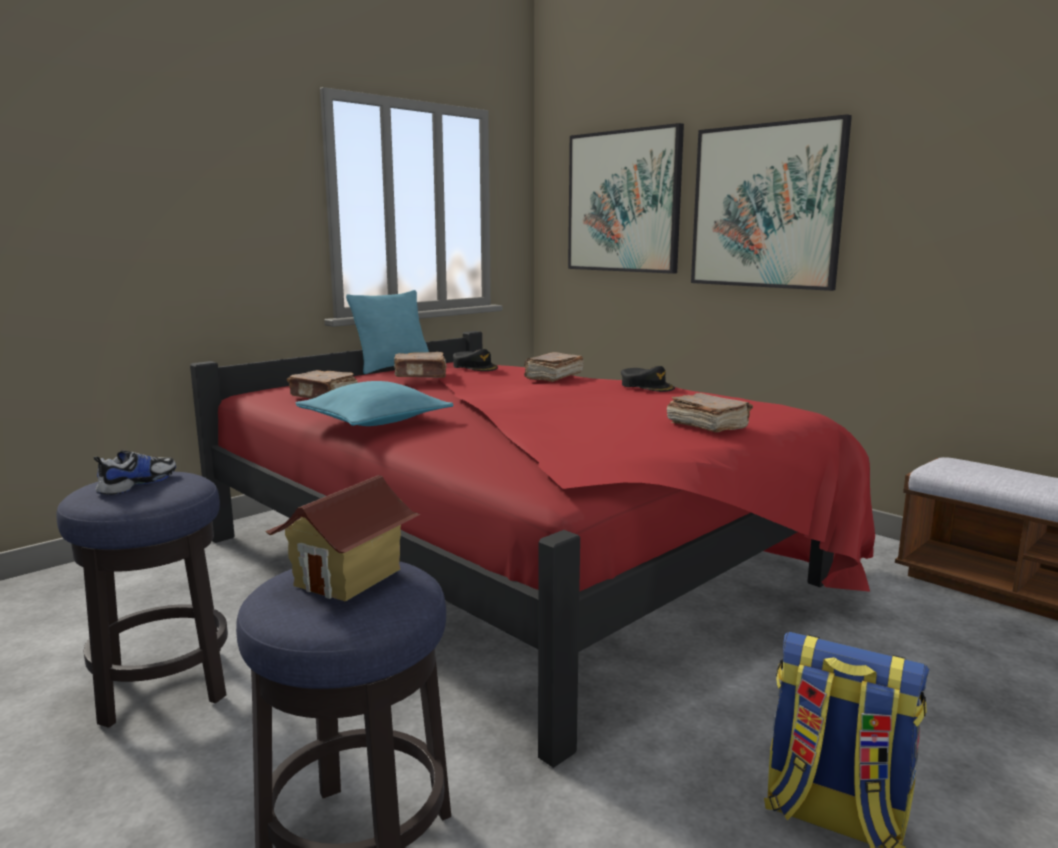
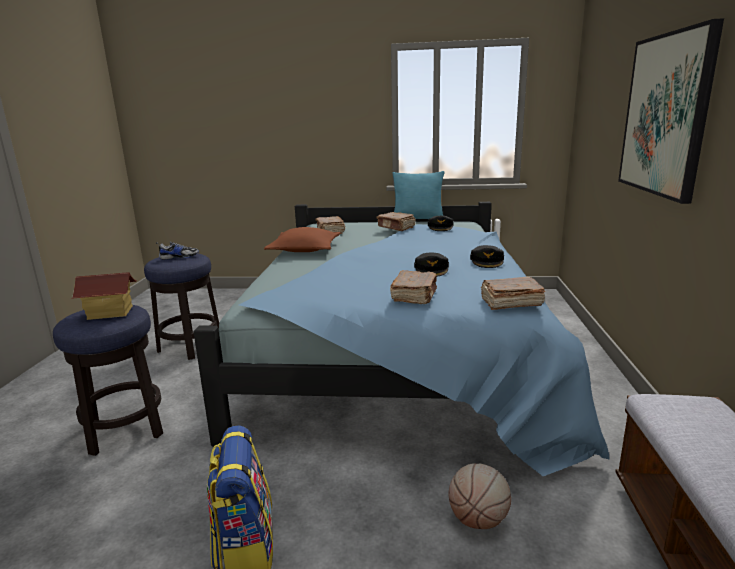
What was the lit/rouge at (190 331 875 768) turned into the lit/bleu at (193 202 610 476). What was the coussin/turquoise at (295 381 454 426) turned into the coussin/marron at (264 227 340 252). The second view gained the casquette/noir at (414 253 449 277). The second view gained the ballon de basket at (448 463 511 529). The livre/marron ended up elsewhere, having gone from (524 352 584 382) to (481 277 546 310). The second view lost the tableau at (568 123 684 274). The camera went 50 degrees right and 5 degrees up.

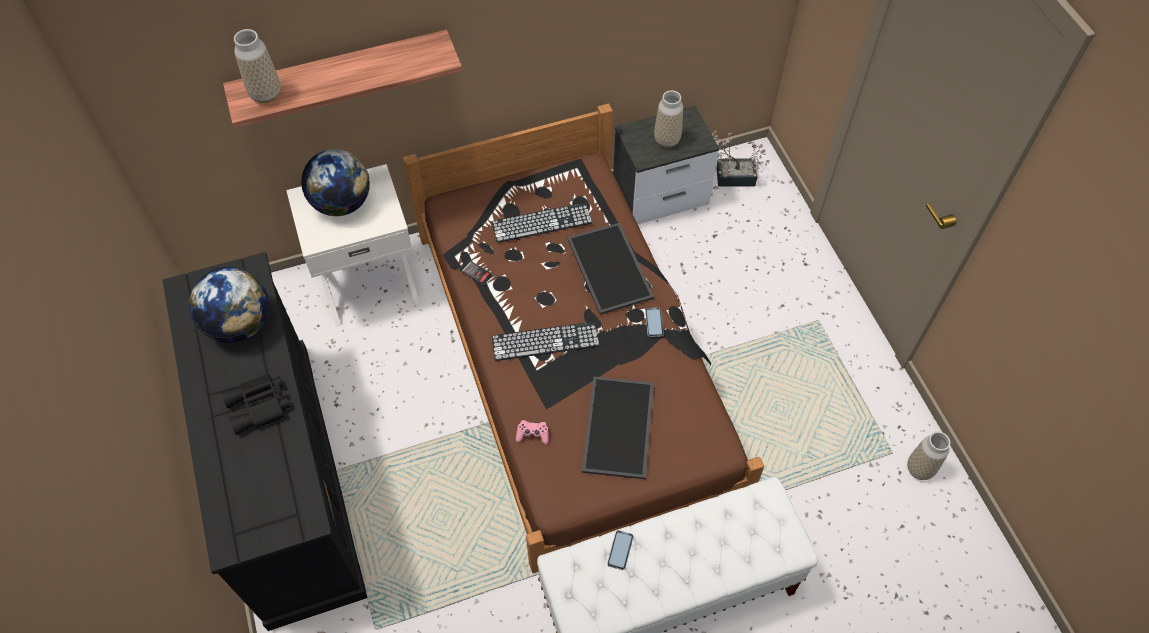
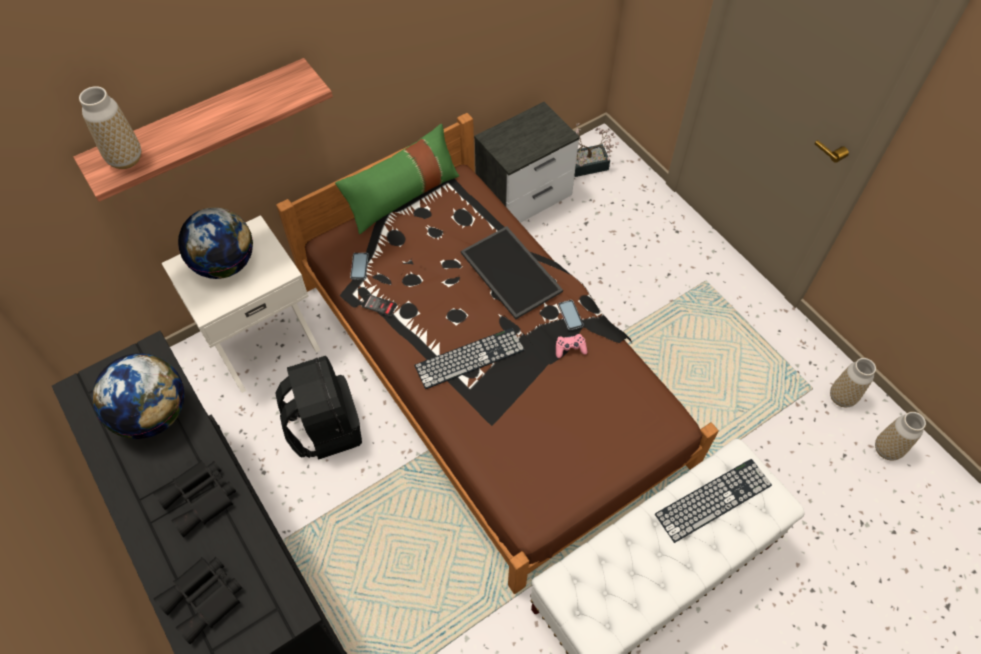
The second view gained the jumelles/noir at (154 557 242 644). The second view gained the sac à dos/noir at (275 356 362 460). The second view gained the coussin/vert at (335 124 460 234). The téléphone ended up elsewhere, having gone from (607 530 634 570) to (350 253 369 280). The manette/rose ended up elsewhere, having gone from (516 420 549 445) to (556 334 587 358). The clavier ended up elsewhere, having gone from (492 202 593 243) to (655 459 772 543). The vase ended up elsewhere, having gone from (654 90 683 148) to (875 412 926 461). The second view lost the plateau at (582 377 654 479). The camera went 15 degrees left and 0 degrees up.

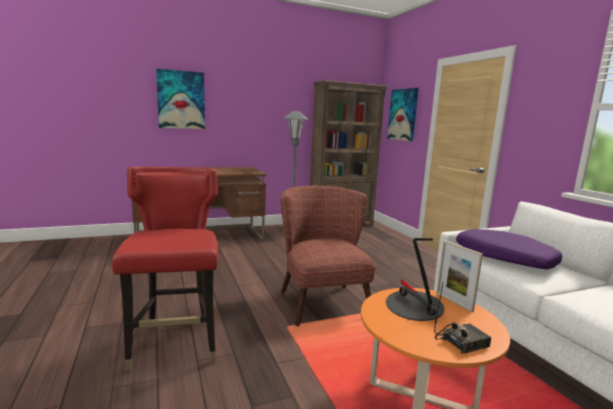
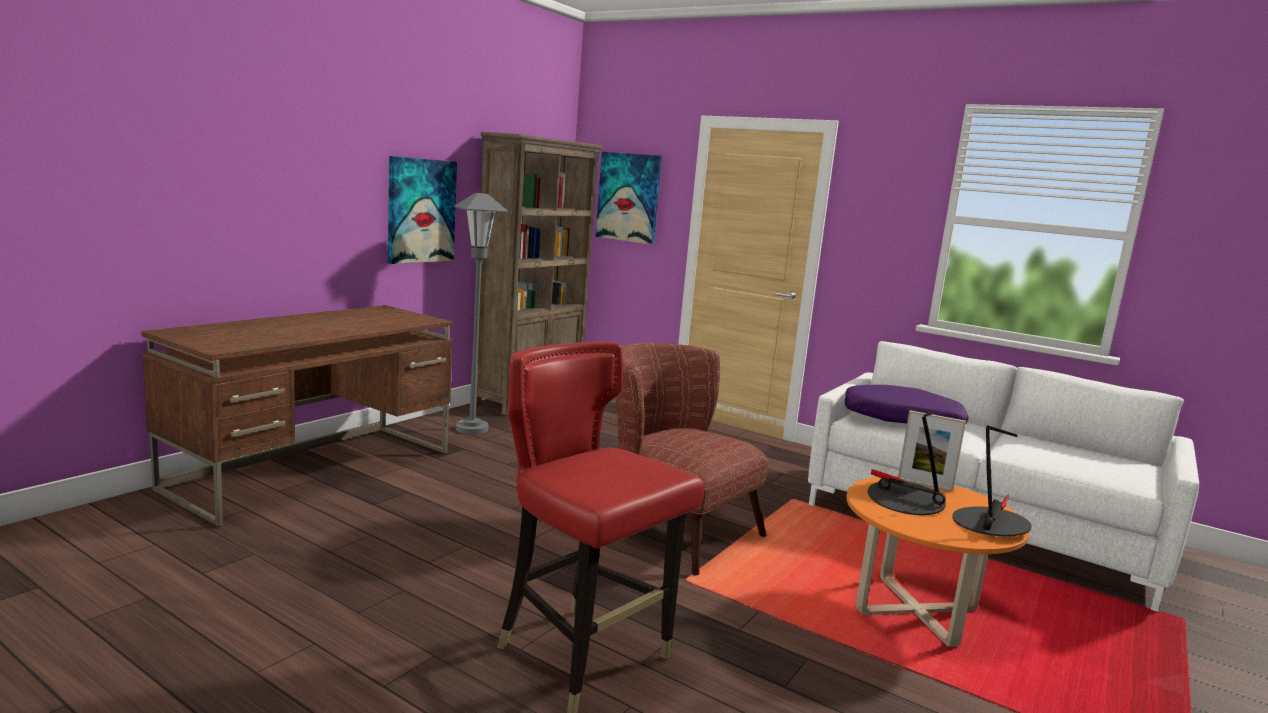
The tableau ended up elsewhere, having gone from (156 68 205 129) to (388 156 457 264). Where the radio stood at (434 283 491 354), the lampe de table came to stand at (952 425 1031 537). The camera went 35 degrees left and 0 degrees up.

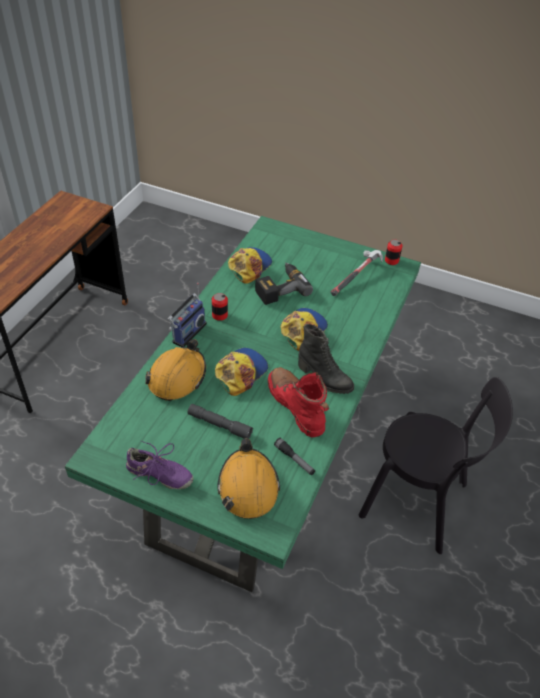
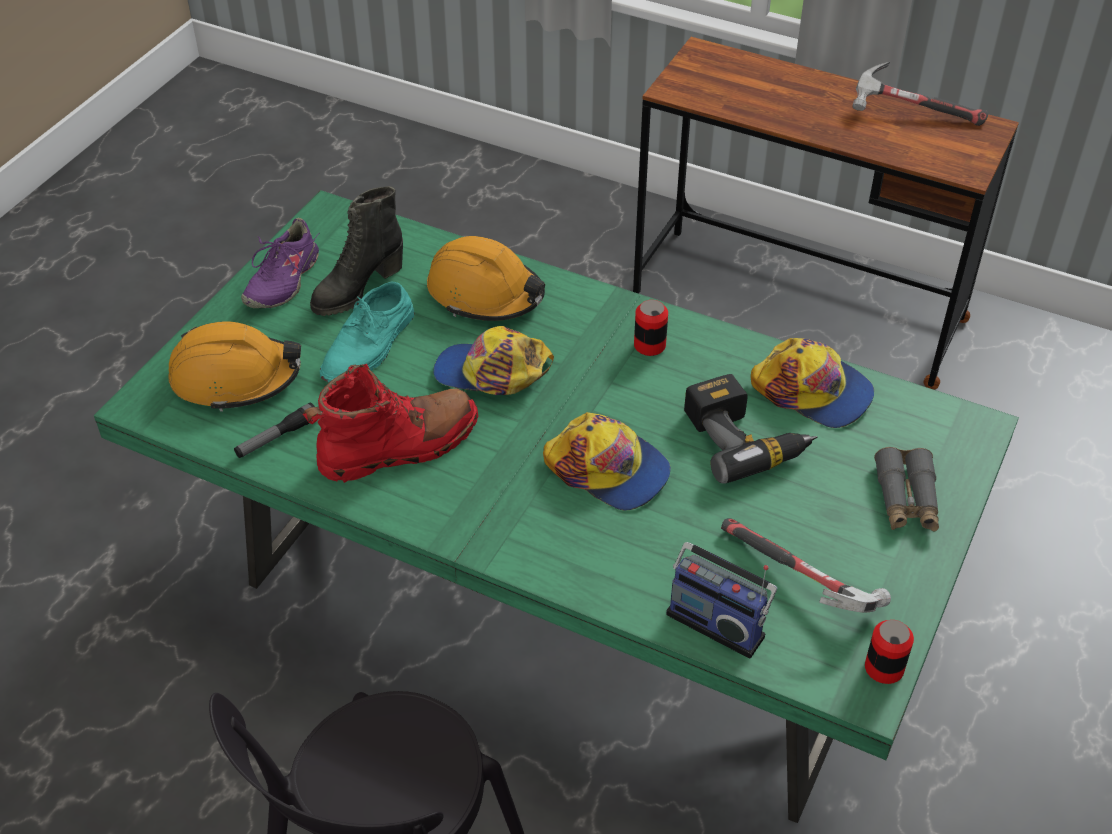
The botte/noir ended up elsewhere, having gone from (298 324 354 394) to (310 186 403 316). Where the lampe de poche/gris stood at (187 404 253 439), the chaussure/turquoise came to stand at (320 281 414 382). The casquette at (215 348 268 396) ended up facing another way, 150 degrees clockwise from before. The radio ended up elsewhere, having gone from (168 283 207 348) to (666 542 778 659). The second view gained the marteau at (852 62 988 126). The second view gained the jumelles/gris at (874 447 939 531). The camera went 95 degrees right and 0 degrees up.

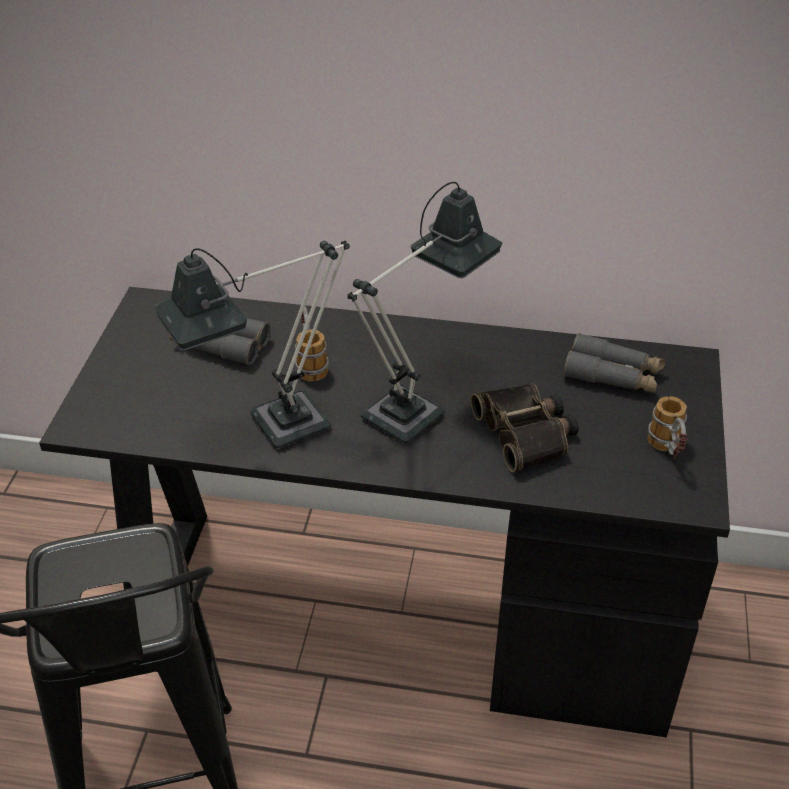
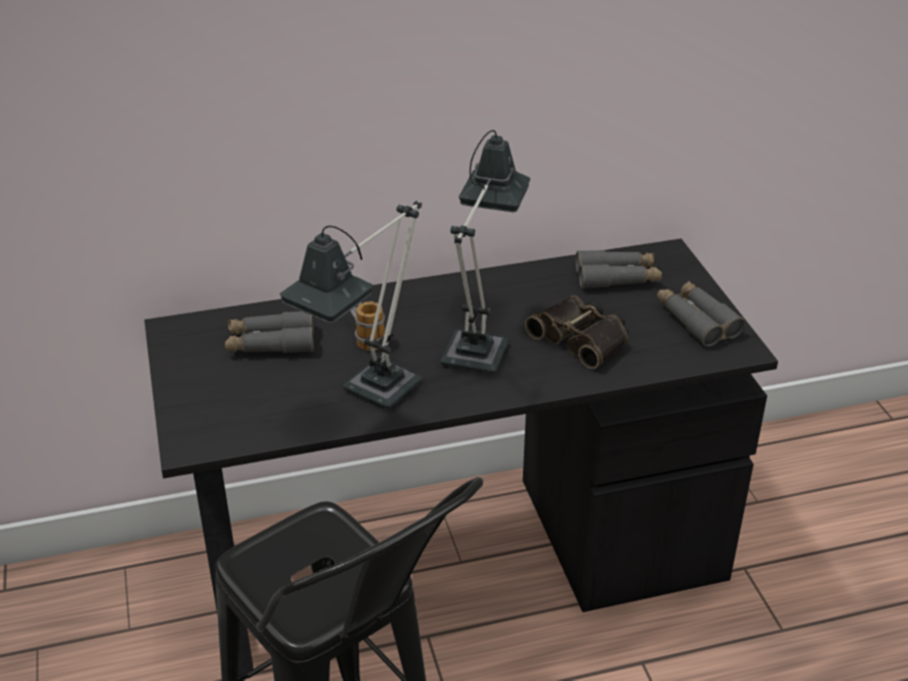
Where the mug stood at (647 396 687 459), the jumelles/gris came to stand at (657 281 745 347). The camera went 25 degrees left and 5 degrees down.

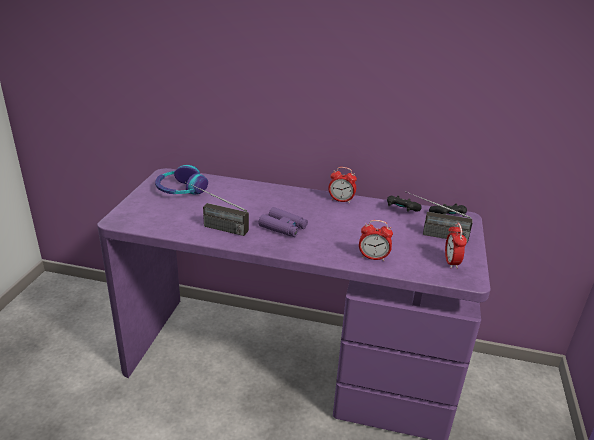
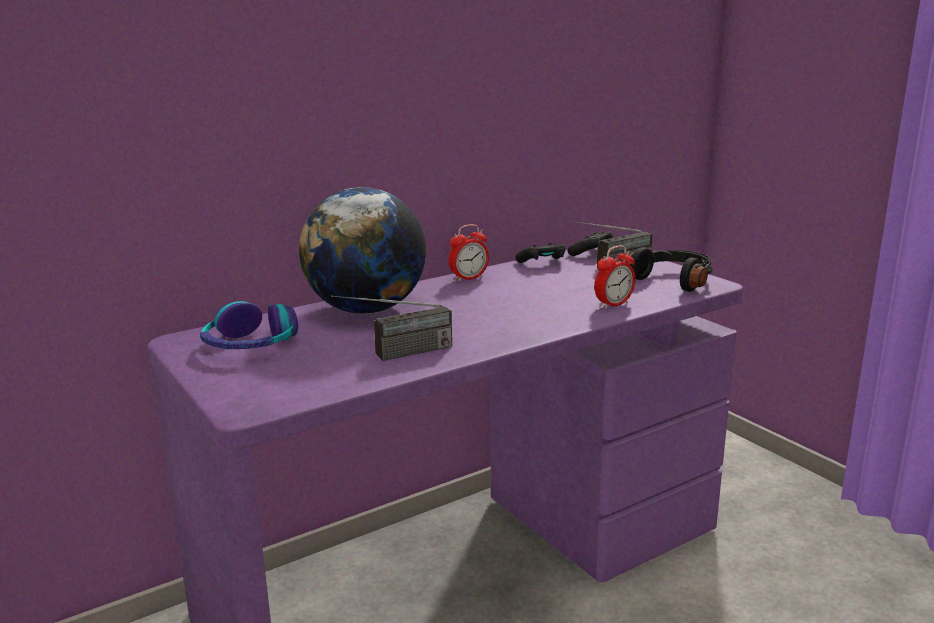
The second view gained the globe at (299 187 426 314). Where the réveil stood at (445 223 467 268), the casque audio/noir came to stand at (626 247 713 292). The second view lost the jumelles/violet at (258 207 308 237). The camera went 45 degrees left and 10 degrees down.

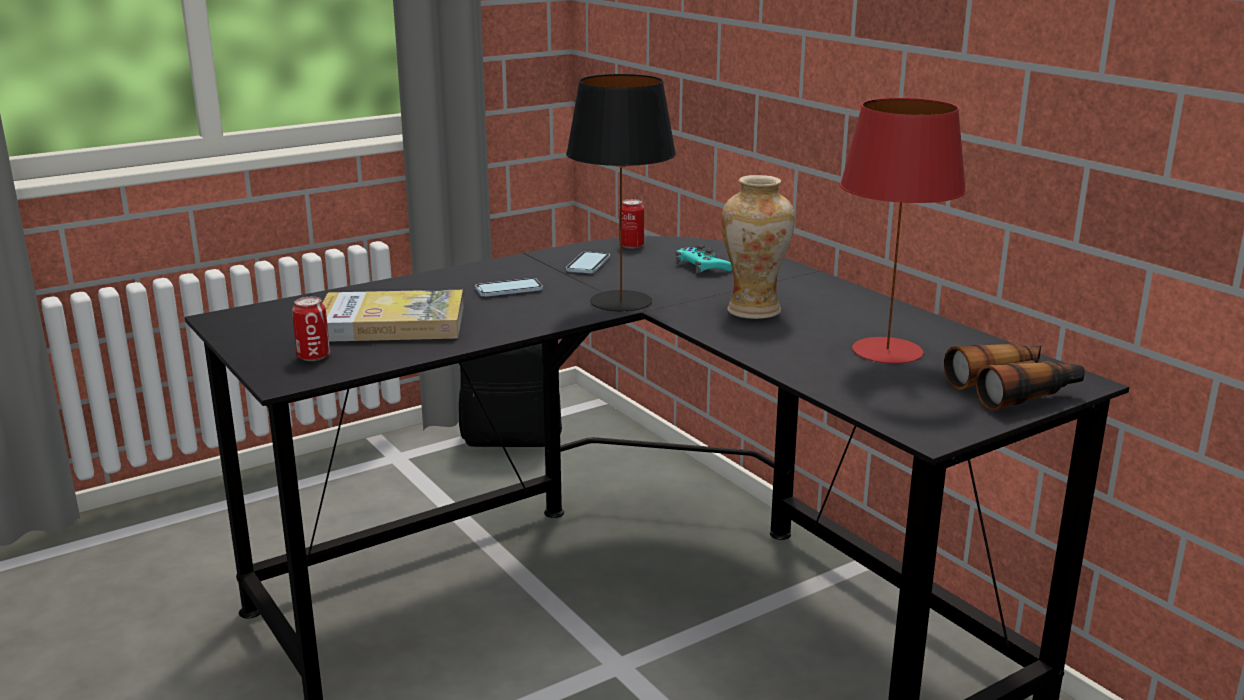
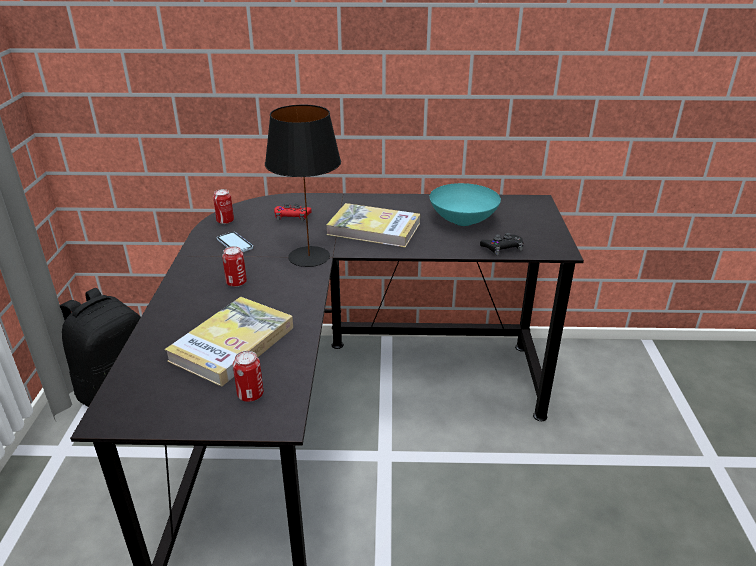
Where the téléphone stood at (475 278 543 297), the boîte métallique came to stand at (222 246 247 287). What was the manette/turquoise at (675 244 732 274) turned into the manette/rouge at (274 203 311 222). Where the vase stood at (721 175 795 319), the livre came to stand at (327 203 420 247). Where the lampe de table/rouge stood at (840 98 966 364), the bol/turquoise came to stand at (430 183 501 226). The second view gained the manette/noir at (480 233 524 255). The second view lost the jumelles at (944 343 1085 410). The camera went 55 degrees left and 10 degrees up.

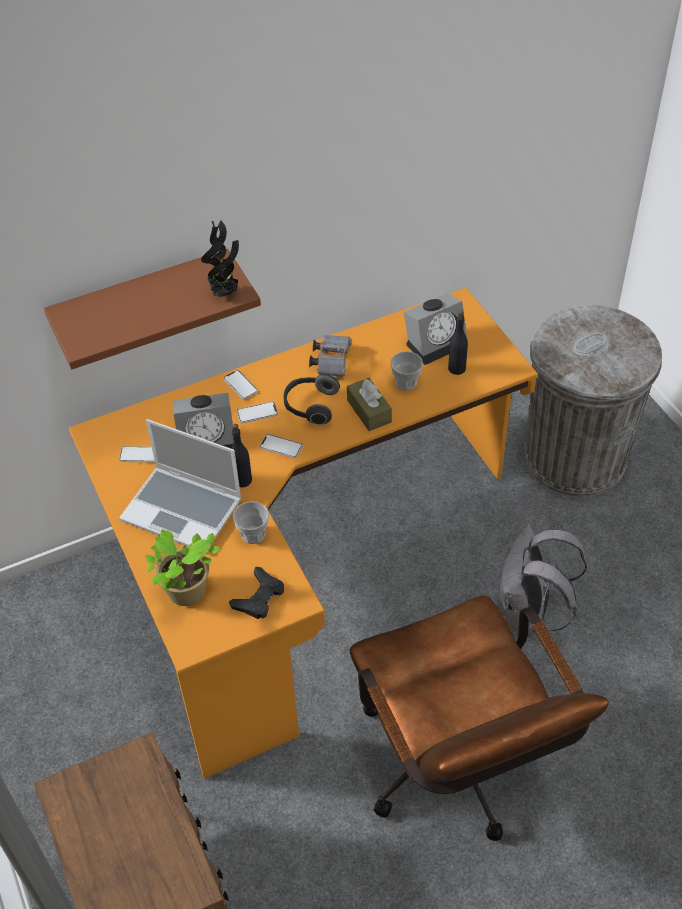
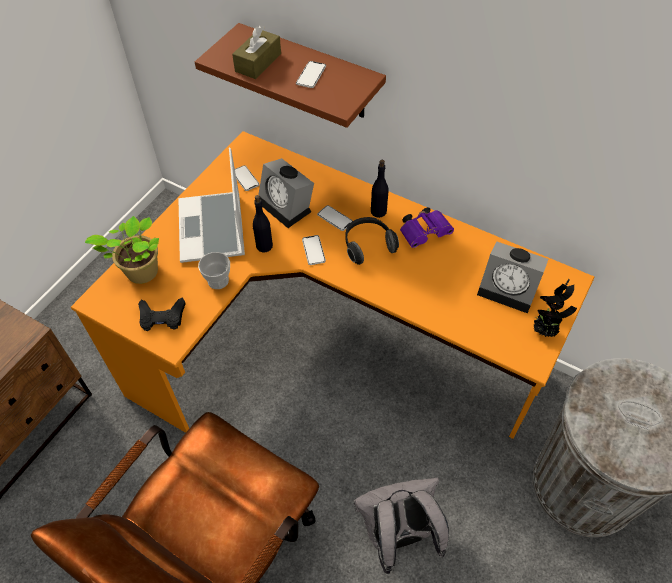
The boîte à mouchoirs/marron ended up elsewhere, having gone from (347 378 392 431) to (232 25 281 79). The téléphone ended up elsewhere, having gone from (223 370 258 399) to (296 61 326 88). The bouteille/noir ended up elsewhere, having gone from (448 311 468 375) to (371 160 389 218). What was the jumelles/gris at (309 335 352 377) turned into the jumelles/violet at (400 207 454 248). The plante en pot ended up elsewhere, having gone from (201 221 239 297) to (533 279 577 337). The second view lost the tasse at (390 351 423 391). The camera went 55 degrees right and 5 degrees up.

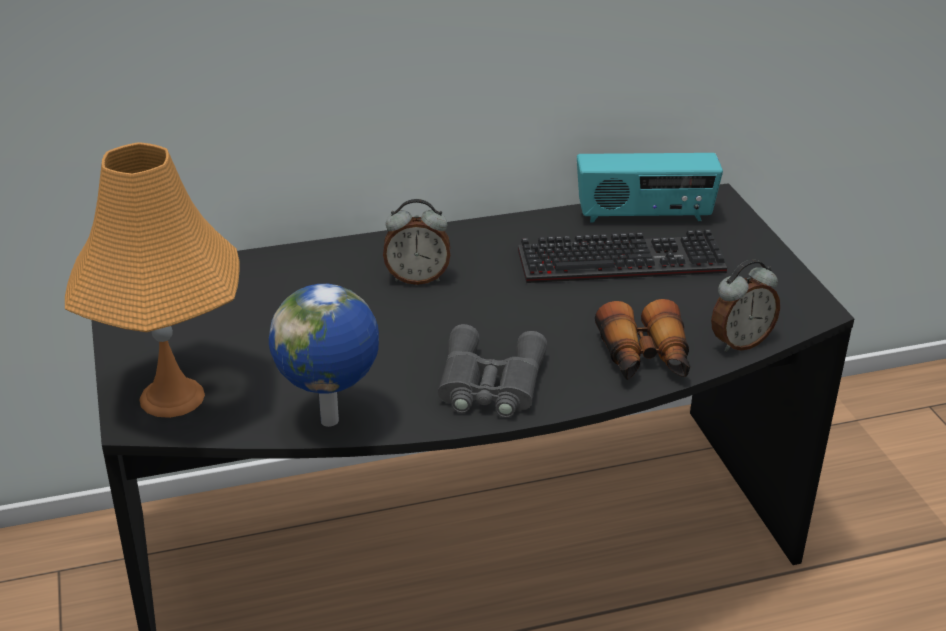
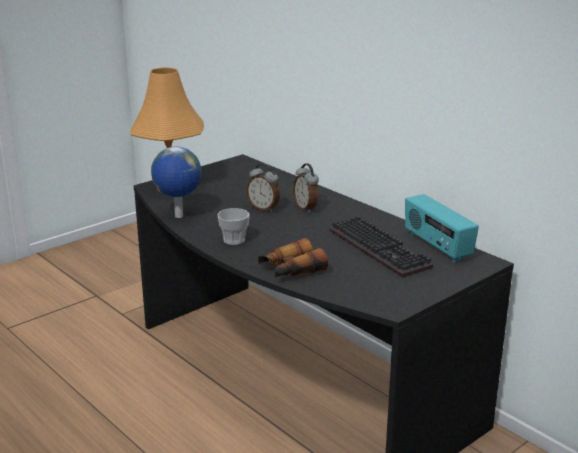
Where the jumelles/gris stood at (438 324 547 418), the tasse came to stand at (218 208 250 245). The réveil ended up elsewhere, having gone from (711 259 780 352) to (246 163 280 212). The camera went 65 degrees right and 10 degrees down.

